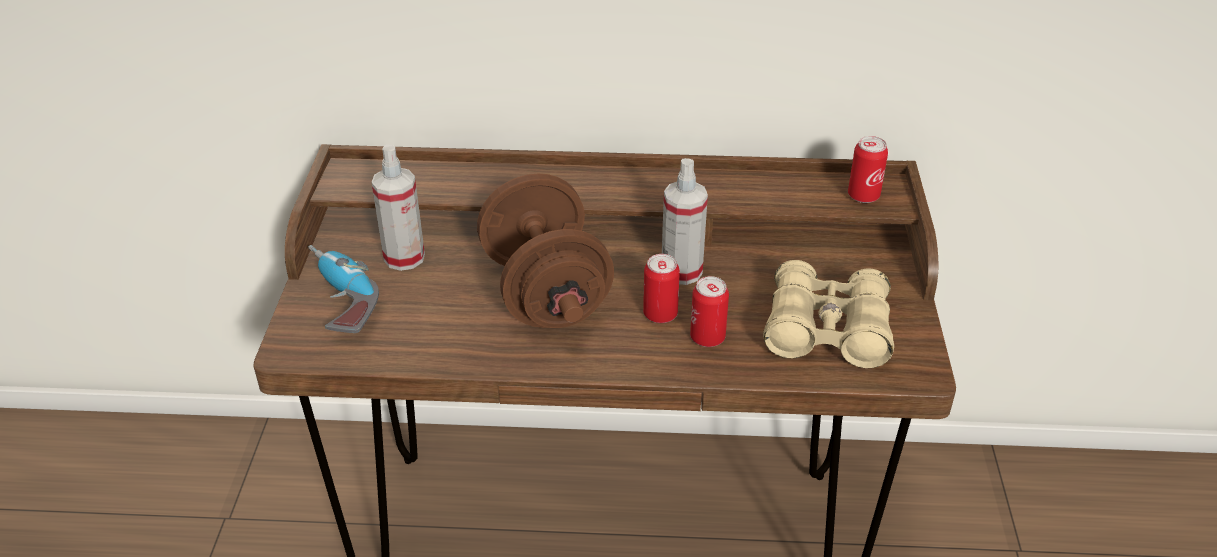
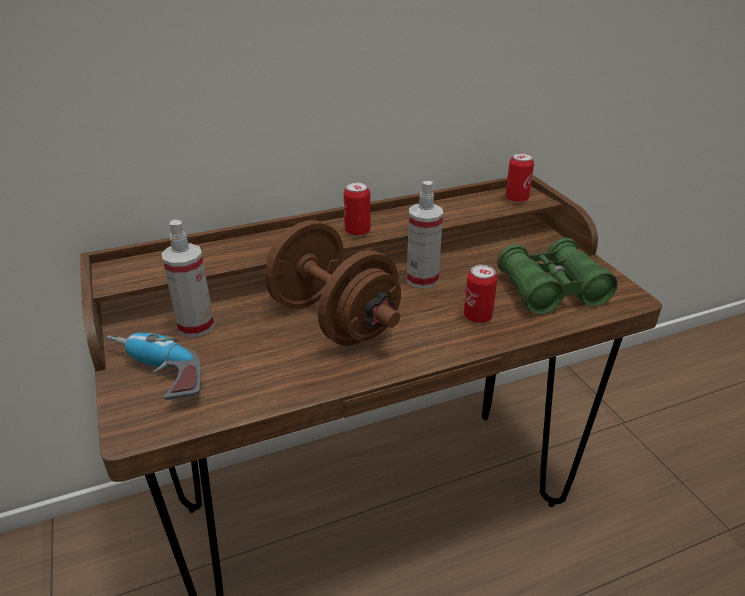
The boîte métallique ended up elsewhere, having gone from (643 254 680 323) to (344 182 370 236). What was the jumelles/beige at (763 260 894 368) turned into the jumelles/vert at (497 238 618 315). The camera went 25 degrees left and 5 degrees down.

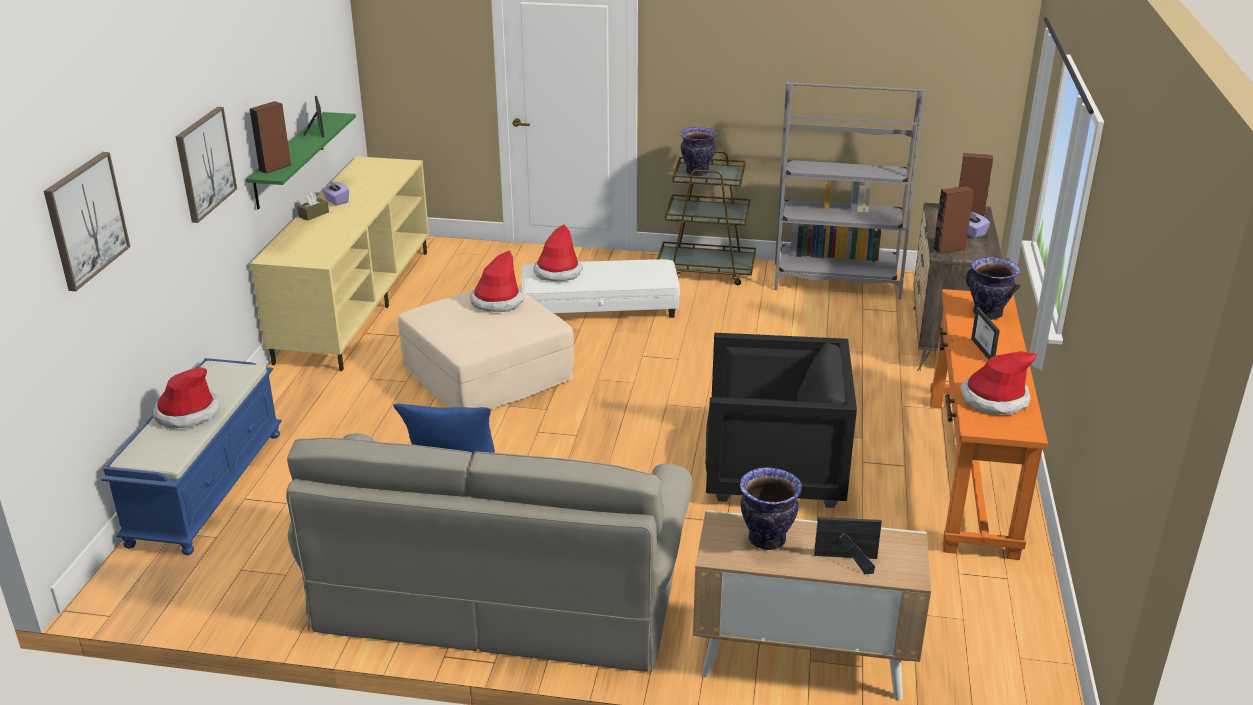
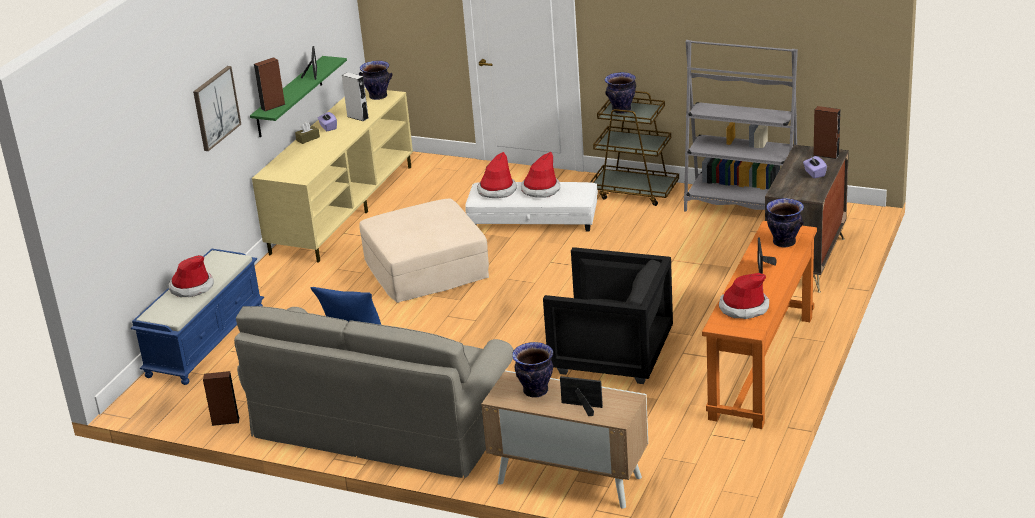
The enceinte/marron ended up elsewhere, having gone from (933 186 974 254) to (203 371 240 426). The second view gained the enceinte/gris at (342 72 369 121). The second view gained the vase at (359 61 392 100). The chapeau ended up elsewhere, having gone from (470 250 524 312) to (521 152 560 198). The second view lost the tableau at (44 152 130 291). The camera went 15 degrees right and 0 degrees up.

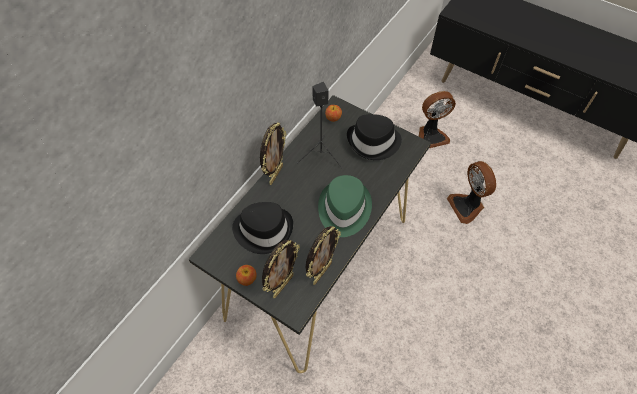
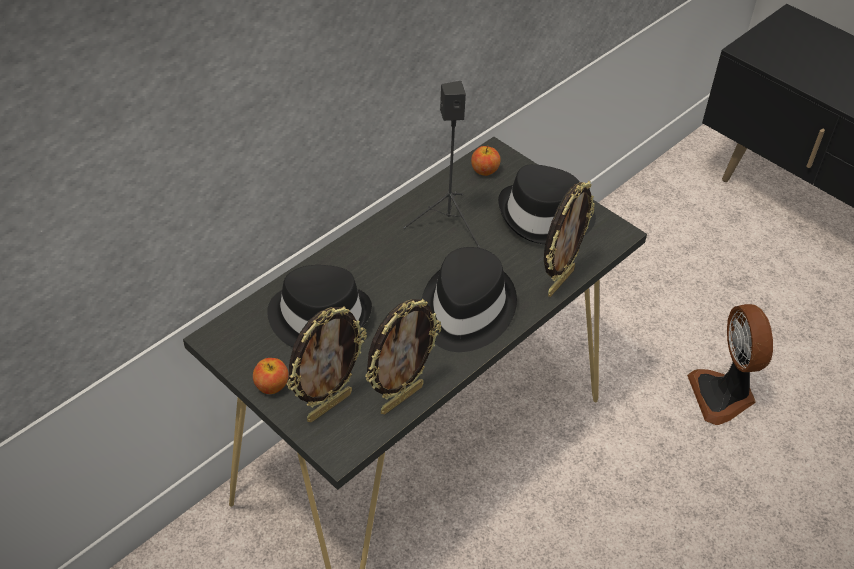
What was the chapeau/vert at (318 175 372 237) turned into the chapeau/noir at (421 247 517 352). The cadre photo ended up elsewhere, having gone from (260 122 287 185) to (544 181 595 297). The second view lost the ventilateur at (419 91 456 148). The camera went 10 degrees right and 10 degrees down.

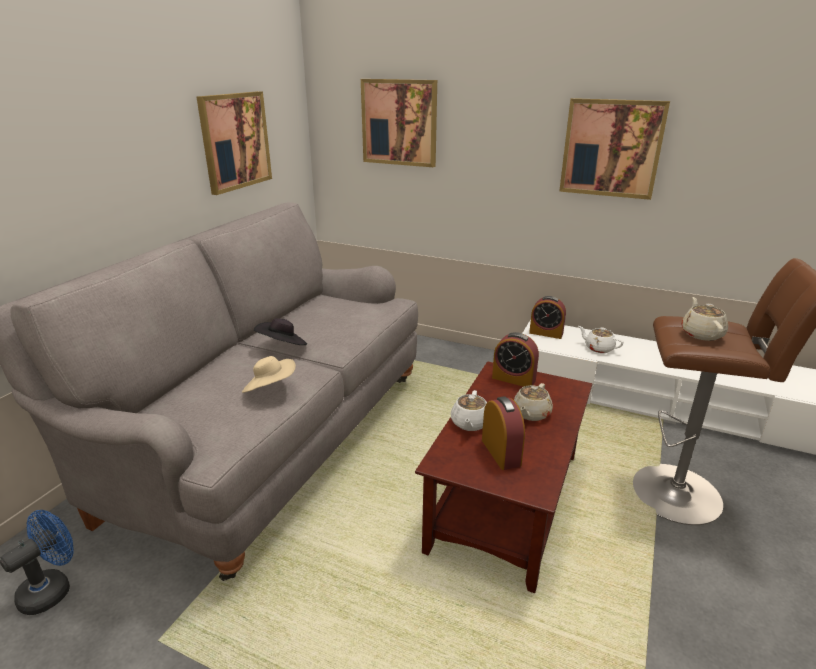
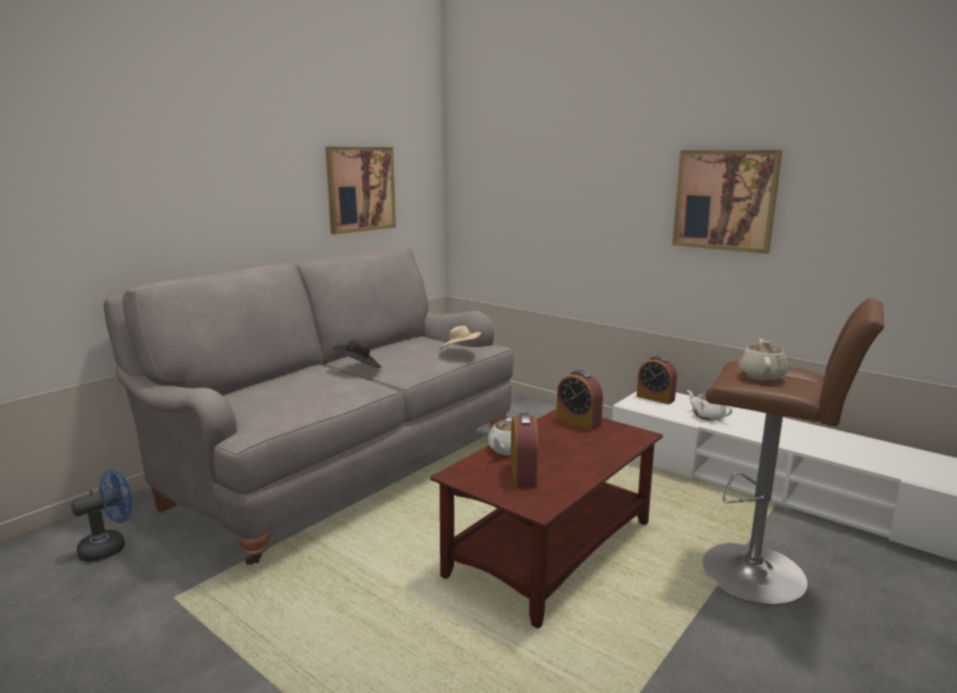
The chapeau/beige ended up elsewhere, having gone from (242 356 296 393) to (439 326 481 351). The second view lost the tableau at (361 79 437 167). The second view lost the théière/beige at (514 383 553 421). The camera went 15 degrees right and 10 degrees down.

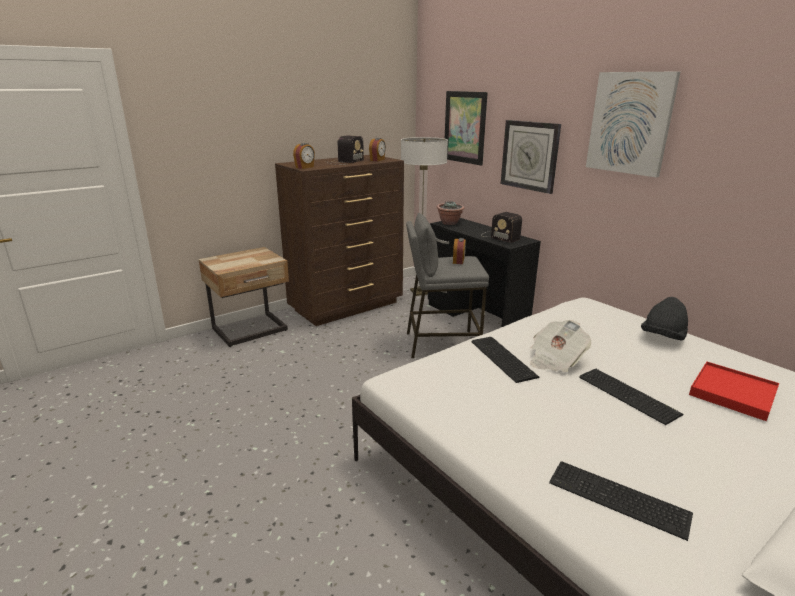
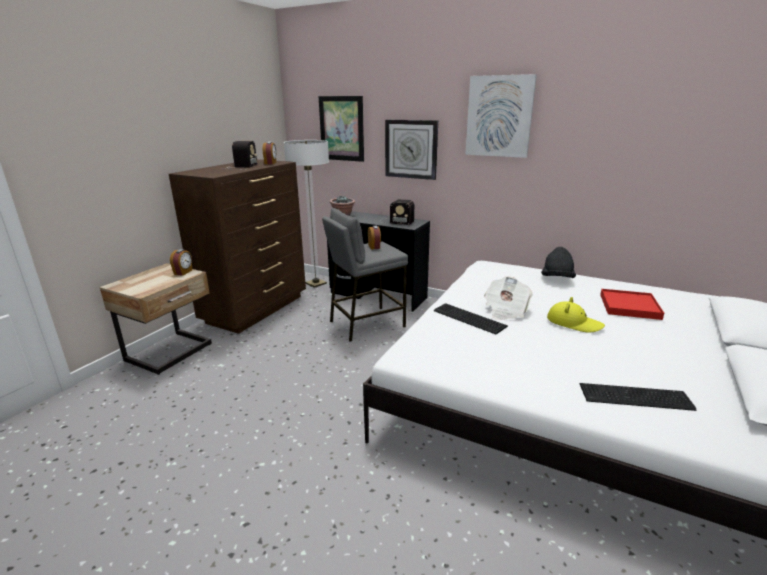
The réveil ended up elsewhere, having gone from (293 143 315 169) to (170 249 192 276). Where the clavier stood at (579 369 684 425), the chapeau/jaune came to stand at (547 297 605 333). The camera went 25 degrees left and 0 degrees up.

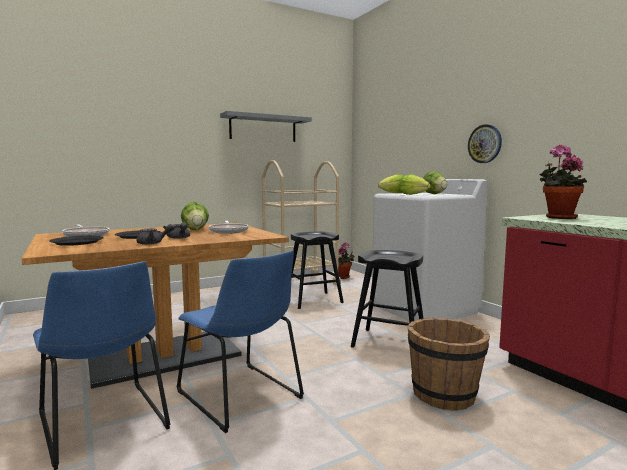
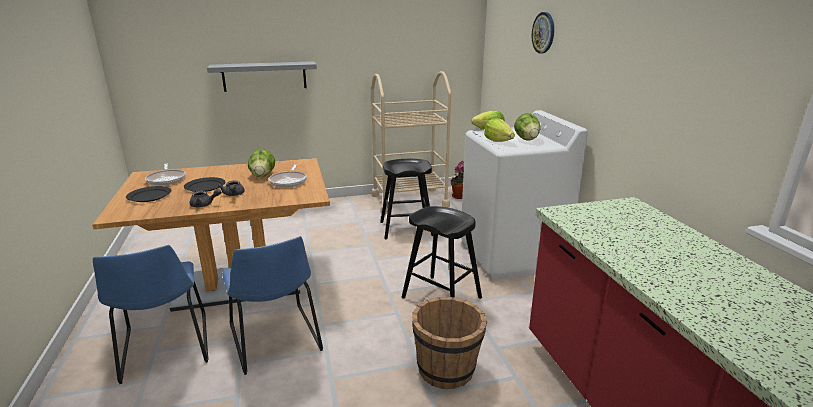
The étagère/gris ended up elsewhere, having gone from (220 111 312 142) to (207 61 317 92). The horloge murale ended up elsewhere, having gone from (468 124 502 163) to (532 12 554 54). The second view lost the plante en pot at (539 145 587 219). The camera went 15 degrees right and 15 degrees up.

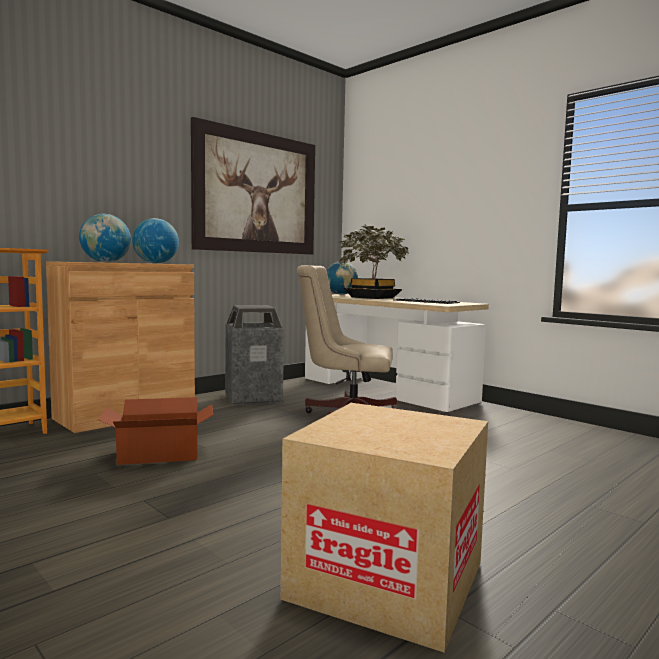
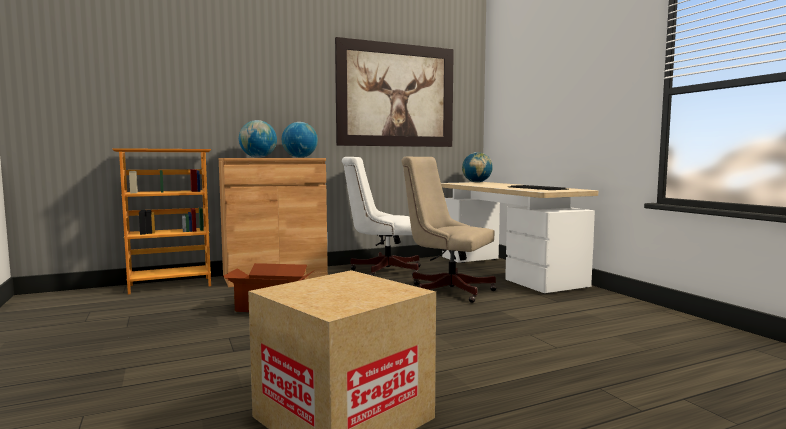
Where the poubelle stood at (225 305 284 405), the chaise de bureau/blanc came to stand at (342 157 421 276). The second view lost the plante en pot at (338 225 409 299). The camera went 20 degrees right and 0 degrees up.

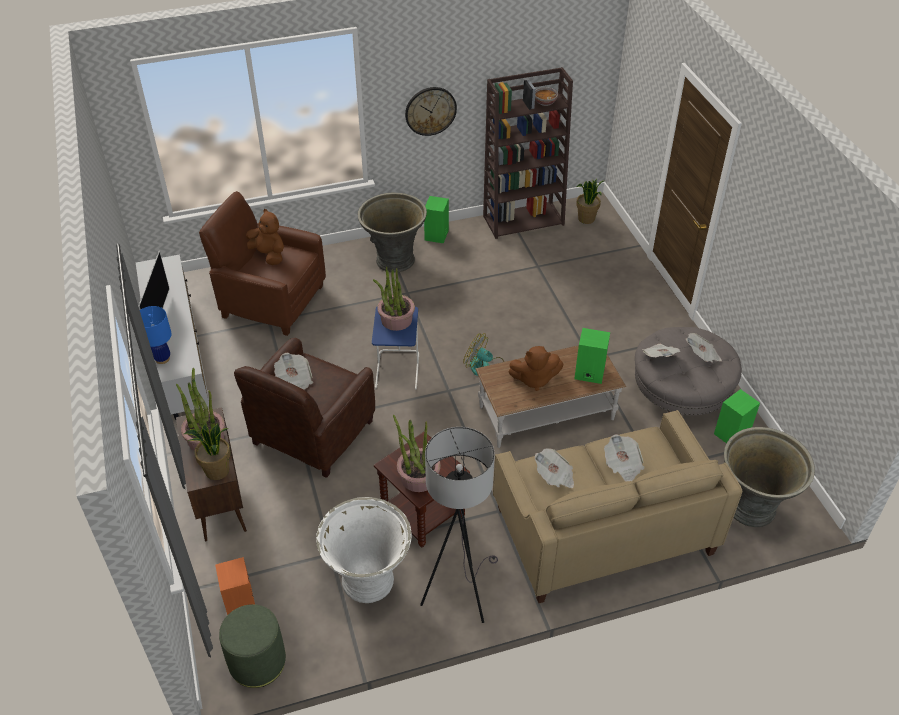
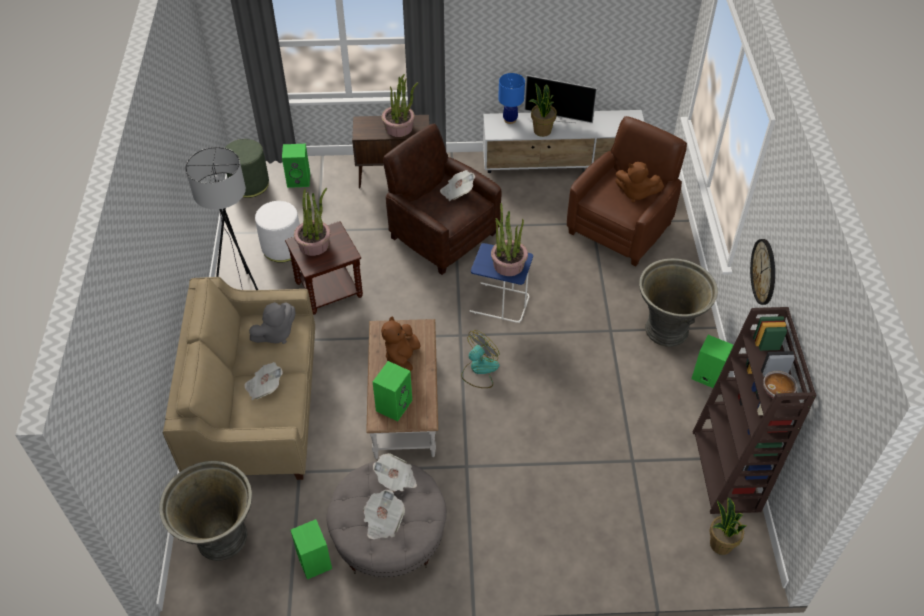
Where the journal stood at (535 448 574 488), the peluche/gris came to stand at (249 302 295 344). Where the cache-pot/blanc stood at (316 497 412 603), the pouf/blanc came to stand at (255 201 300 263). What was the enceinte/orange at (215 557 255 615) turned into the enceinte/vert at (282 144 310 188). The plante en pot ended up elsewhere, having gone from (184 423 231 480) to (529 84 557 137). The peluche/marron at (246 209 284 265) ended up facing another way, 60 degrees clockwise from before. The camera went 105 degrees right and 5 degrees up.

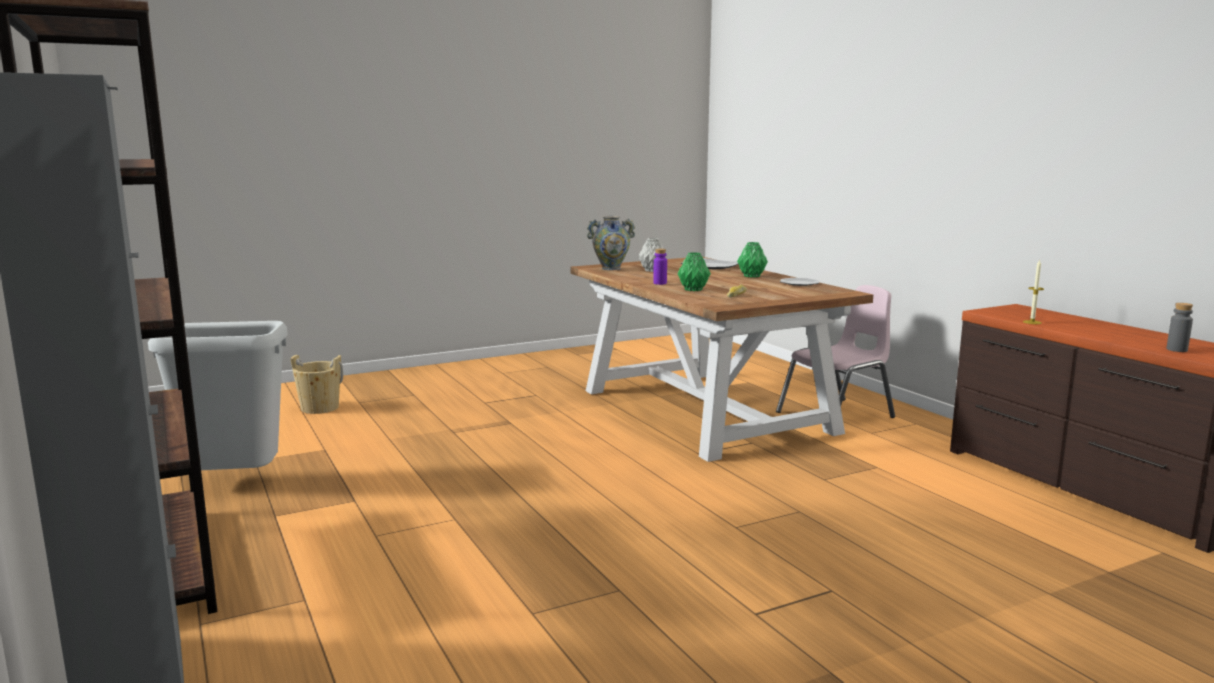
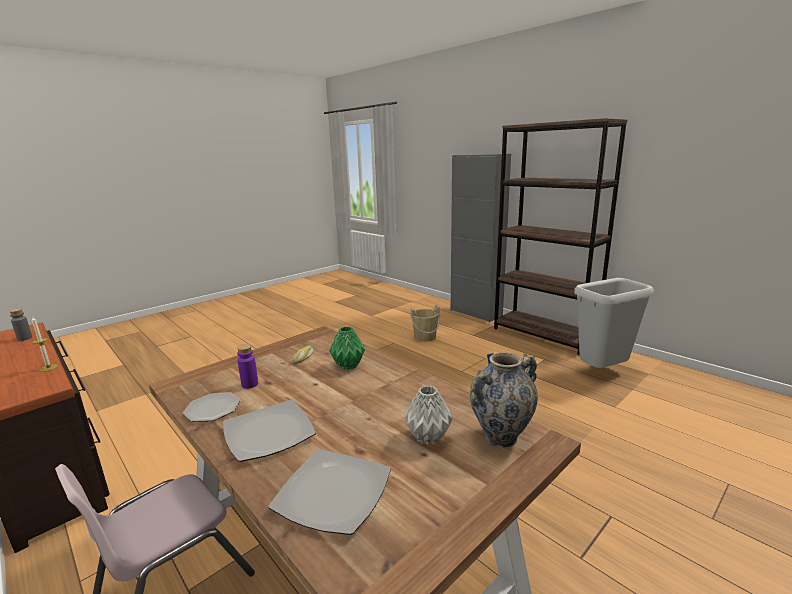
Where the vase/vert stood at (737 242 768 278), the assiette came to stand at (223 400 316 462). The bouteille/violet ended up elsewhere, having gone from (653 249 667 285) to (237 344 258 389). The seau/beige ended up elsewhere, having gone from (290 355 343 414) to (410 305 440 341). The camera went 165 degrees right and 5 degrees up.

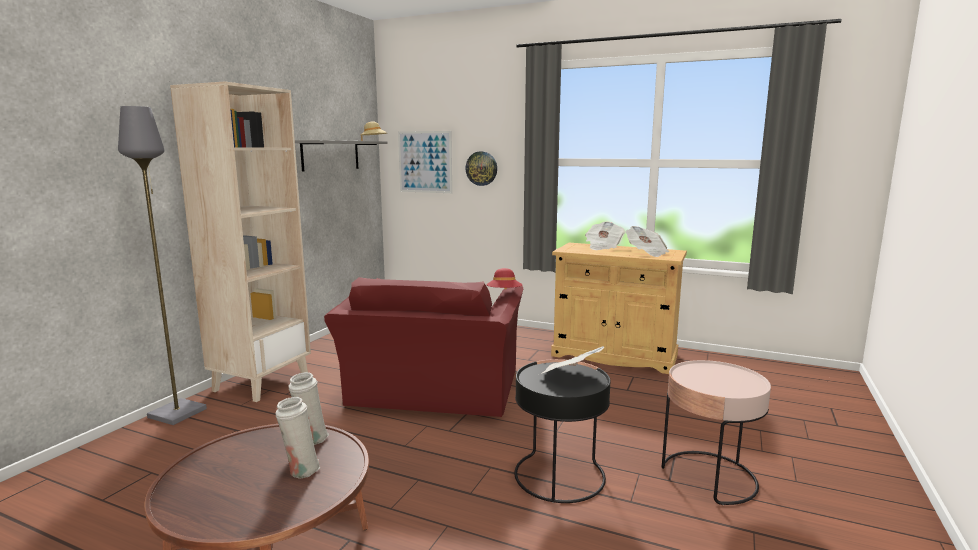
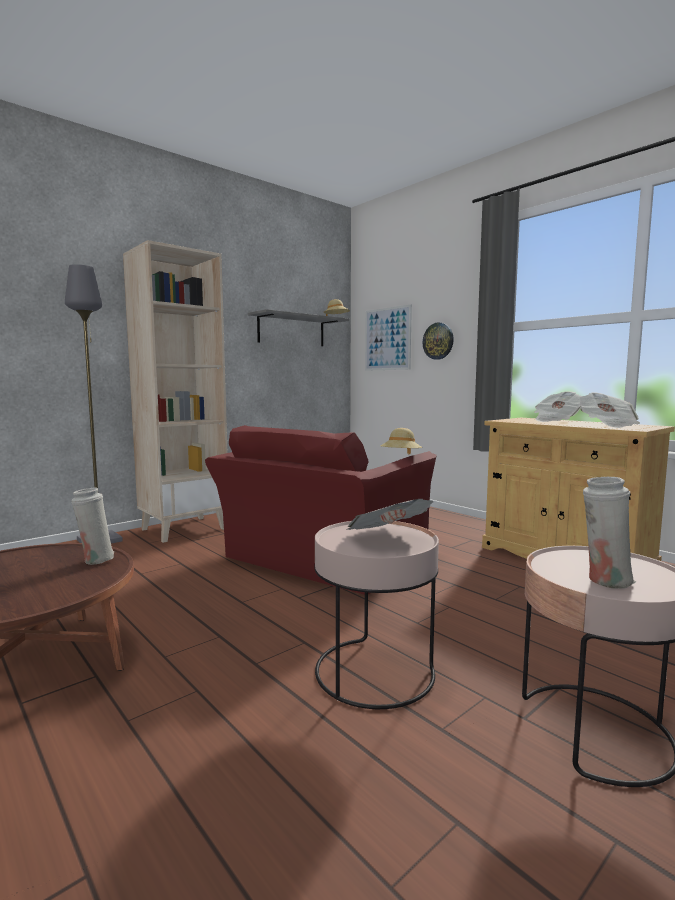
What was the table d'appoint/noir at (514 359 610 503) turned into the table d'appoint/rose at (314 521 439 709). What was the chapeau/rouge at (486 268 522 289) turned into the chapeau/beige at (381 428 422 455). The vase/blanc ended up elsewhere, having gone from (275 397 320 479) to (583 477 636 589). The camera went 25 degrees right and 5 degrees down.

